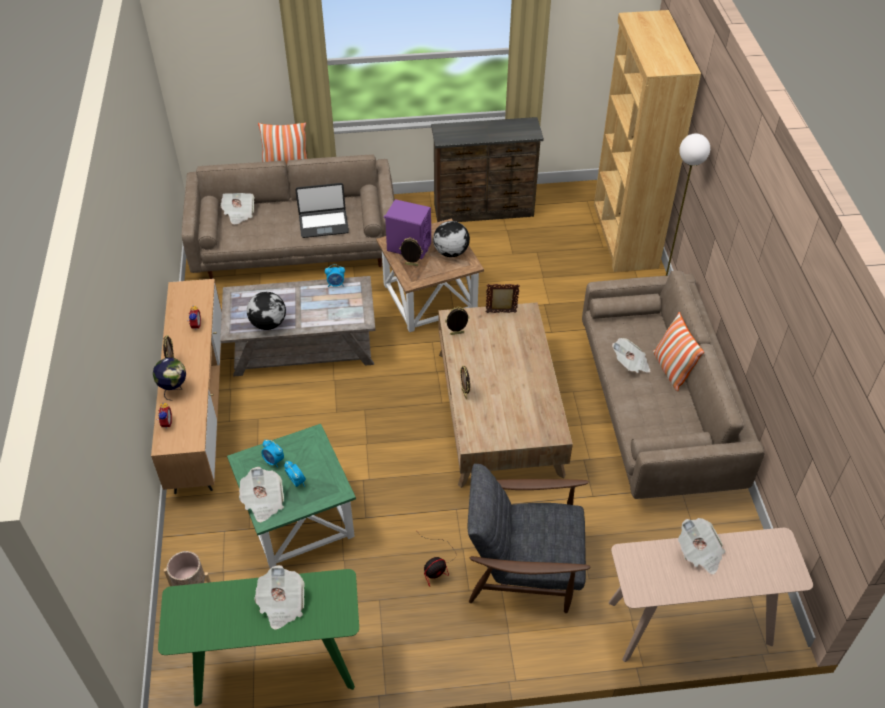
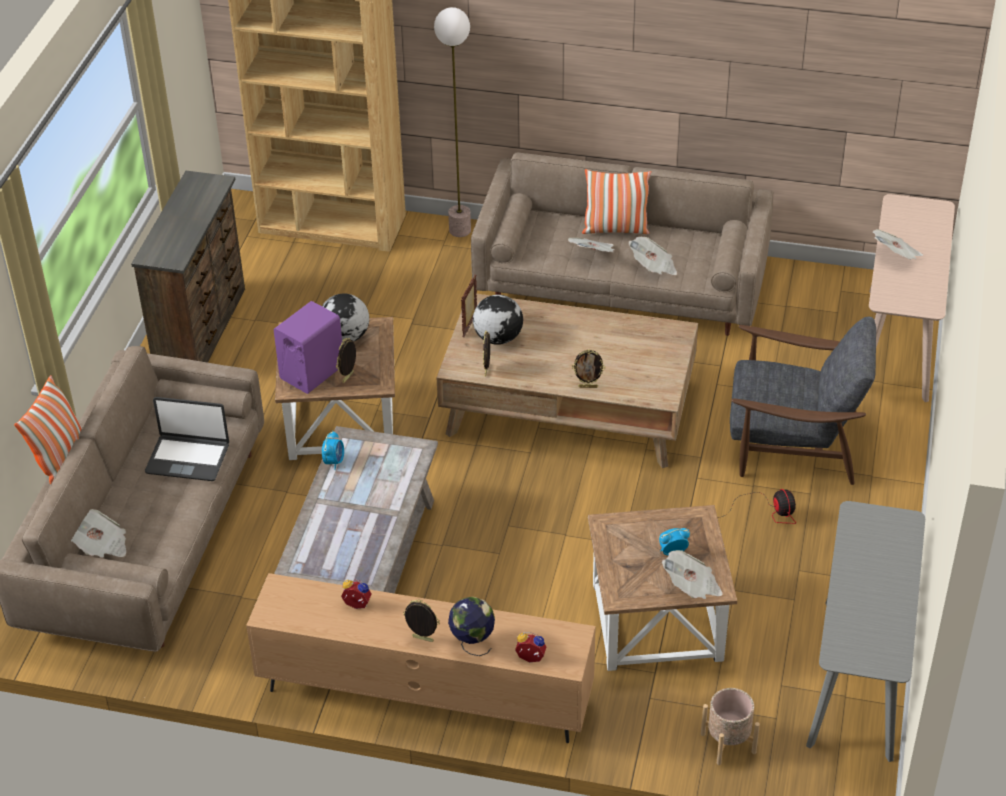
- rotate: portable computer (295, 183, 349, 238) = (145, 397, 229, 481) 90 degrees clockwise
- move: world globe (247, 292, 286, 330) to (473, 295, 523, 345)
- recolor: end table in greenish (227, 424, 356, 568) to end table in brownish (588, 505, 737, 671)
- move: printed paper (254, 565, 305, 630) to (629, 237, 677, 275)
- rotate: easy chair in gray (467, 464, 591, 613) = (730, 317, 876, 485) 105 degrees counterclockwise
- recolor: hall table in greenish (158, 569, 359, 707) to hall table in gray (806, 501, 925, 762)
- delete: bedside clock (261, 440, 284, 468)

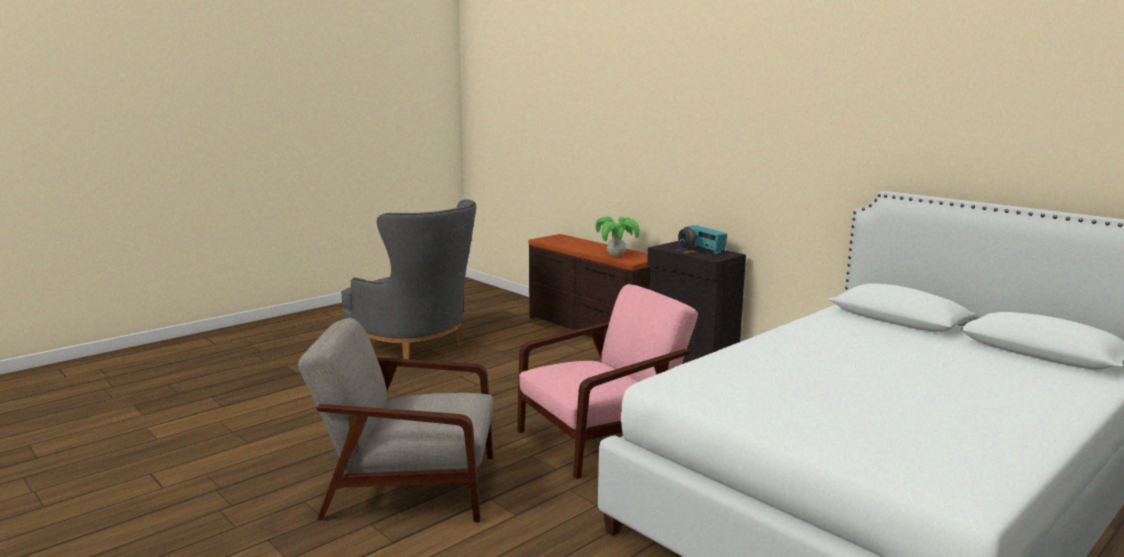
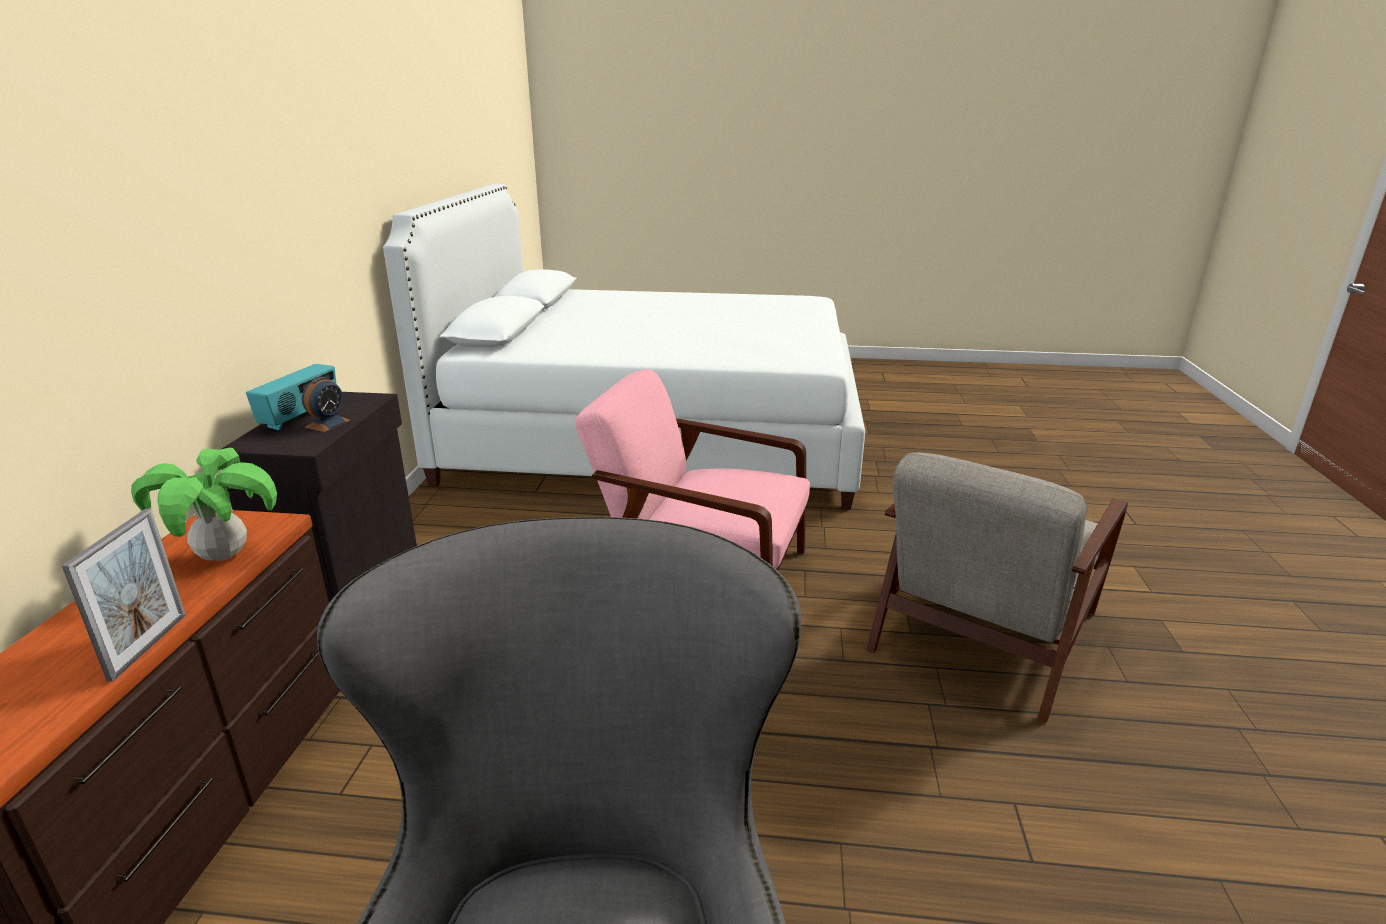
- insert: picture frame (61, 508, 186, 682)
- rotate: easy chair in gray (298, 318, 494, 522) = (866, 452, 1128, 723) 75 degrees clockwise

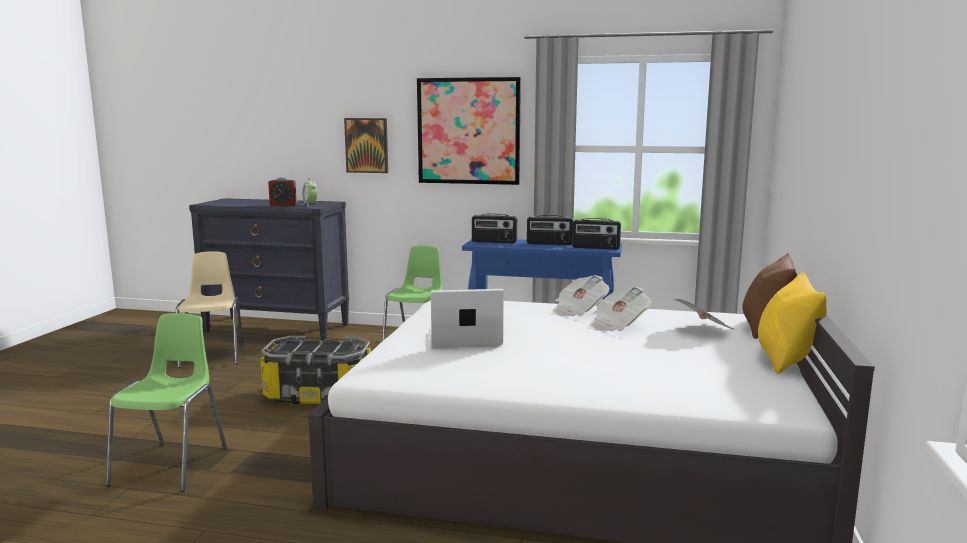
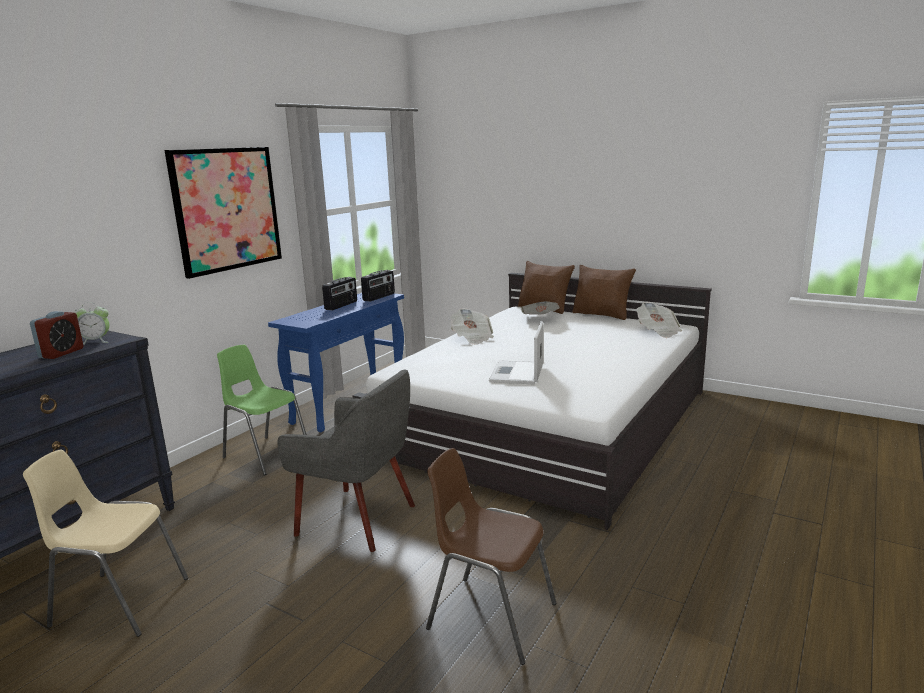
- replace: storage bin (260, 336, 371, 404) to easy chair in gray (278, 369, 415, 552)
- recolor: upright chair in greenish (106, 313, 227, 492) to upright chair in brownish (426, 448, 557, 665)
- recolor: cushion in yellow-coloured (758, 271, 827, 374) to cushion in brownish (573, 265, 636, 320)
- move: printed paper (589, 287, 651, 331) to (636, 302, 682, 338)
- delete: wall picture (344, 118, 388, 173)
- delete: radio (472, 213, 517, 243)

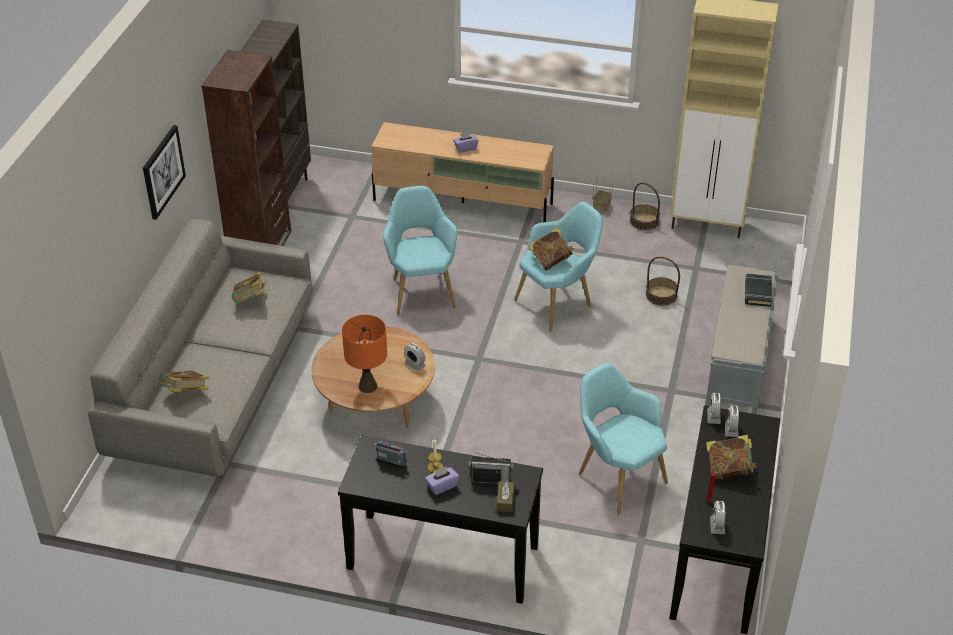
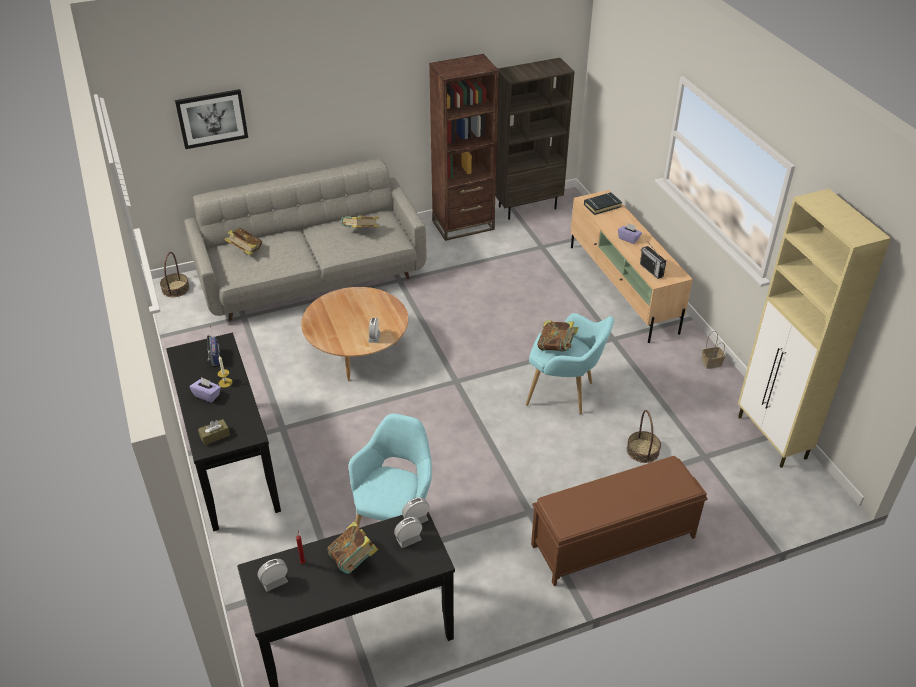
- move: household basket (630, 182, 660, 230) to (160, 252, 190, 297)
- move: wall picture (143, 125, 186, 220) to (175, 89, 248, 149)
- recolor: indoor bench in gray (705, 265, 779, 414) to indoor bench in brownish (531, 456, 708, 586)
- move: bound book in black (745, 273, 772, 307) to (584, 192, 622, 215)
- move: radio (468, 452, 514, 484) to (640, 241, 666, 279)
- delete: table lamp in orange-coloured (342, 315, 387, 393)
- delete: easy chair in blue-green (383, 186, 457, 315)

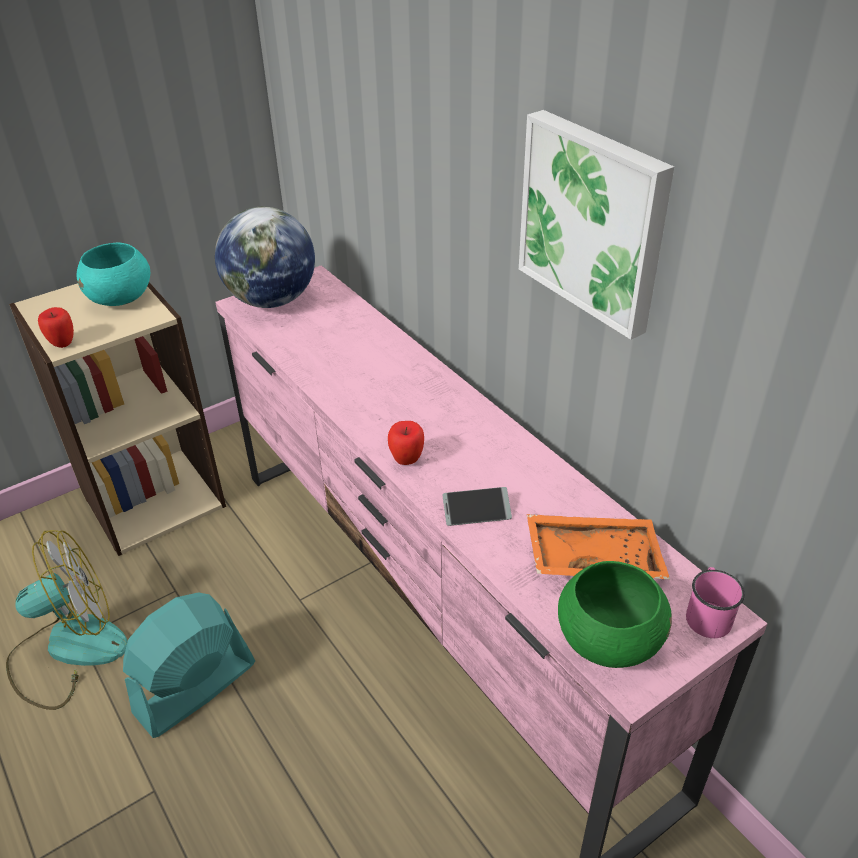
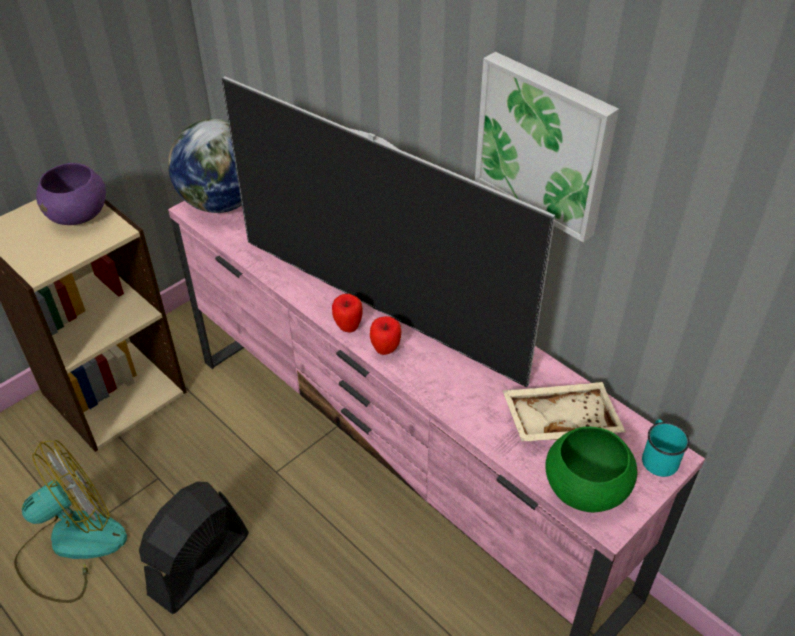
- recolor: deep dish in blue-green (76, 242, 150, 306) to deep dish in purplish (36, 163, 106, 225)
- recolor: cooling fan in blue-green (123, 592, 255, 738) to cooling fan in black (139, 482, 249, 614)
- insert: TV set (221, 76, 555, 387)
- move: whole apple (38, 307, 74, 348) to (332, 294, 363, 333)
- recolor: serving tray in orange-coloured (527, 514, 670, 579) to serving tray in beige (502, 382, 626, 442)
- recolor: mug in pink (686, 567, 745, 638) to mug in blue-green (642, 419, 689, 477)
- delete: phone (442, 487, 512, 526)

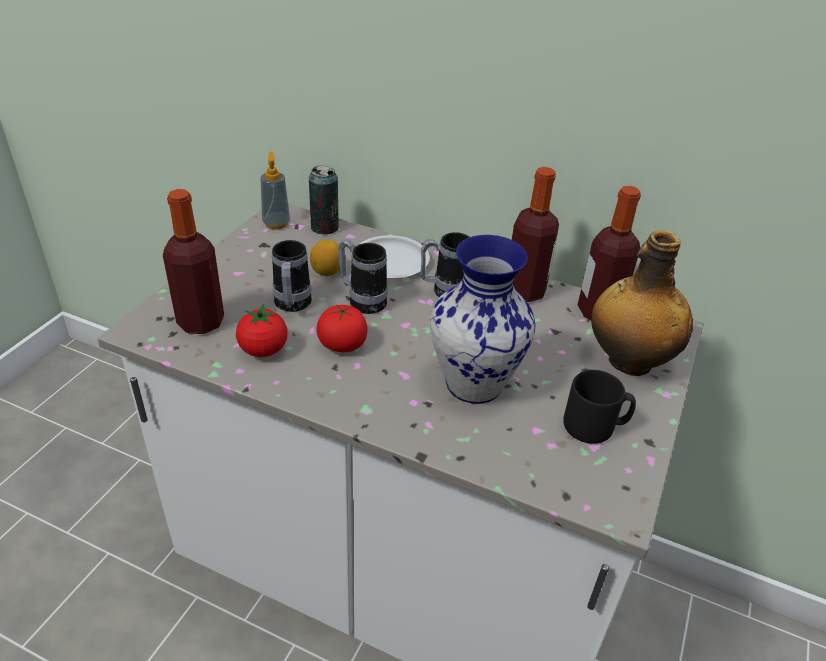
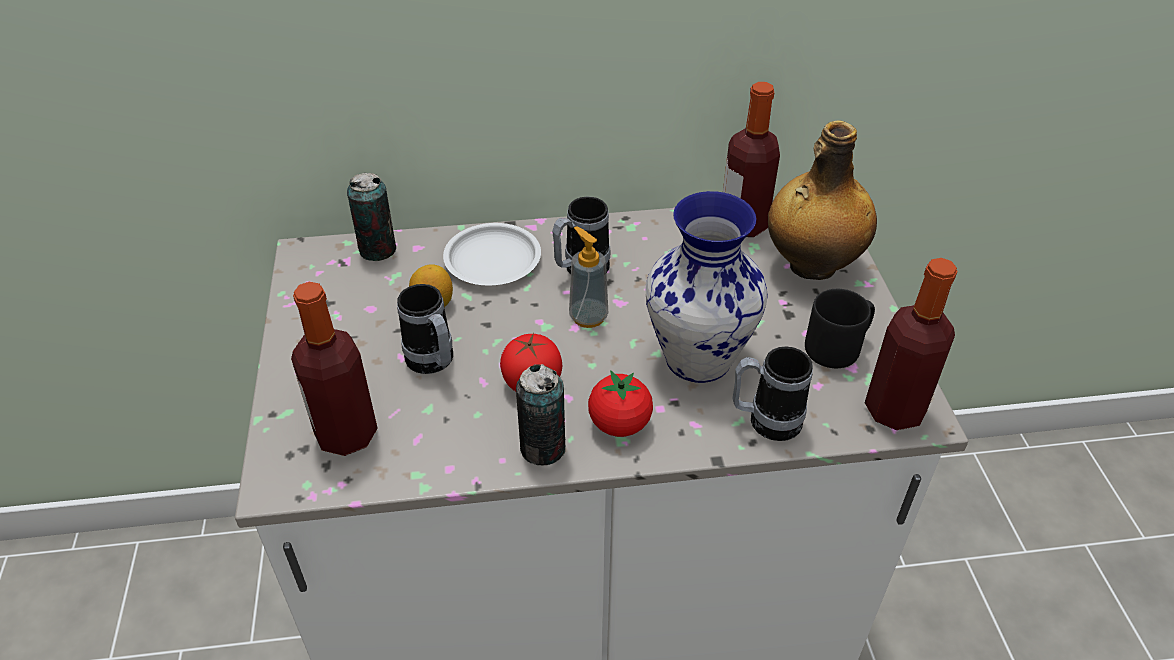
- insert: metal can (516, 364, 565, 466)
- move: liquid soap bottle (260, 152, 290, 230) to (569, 226, 608, 328)
- move: tomato (236, 304, 288, 357) to (588, 370, 653, 437)
- move: mug (338, 240, 388, 314) to (733, 346, 813, 441)
- move: beverage bottle (512, 167, 559, 302) to (865, 258, 958, 430)

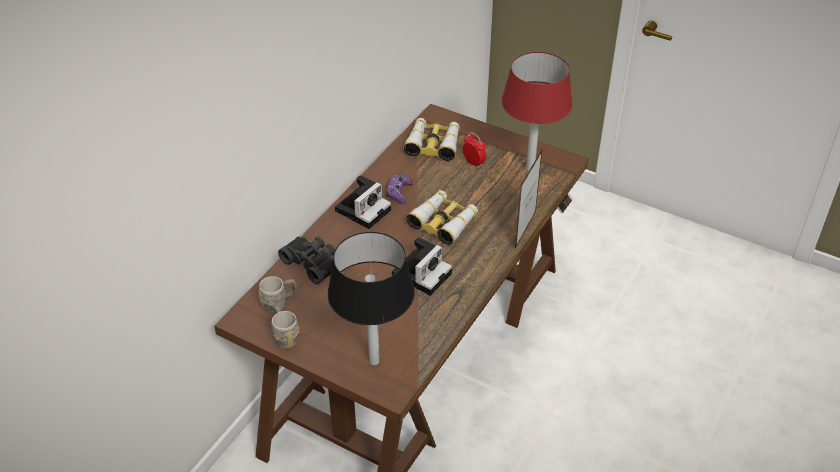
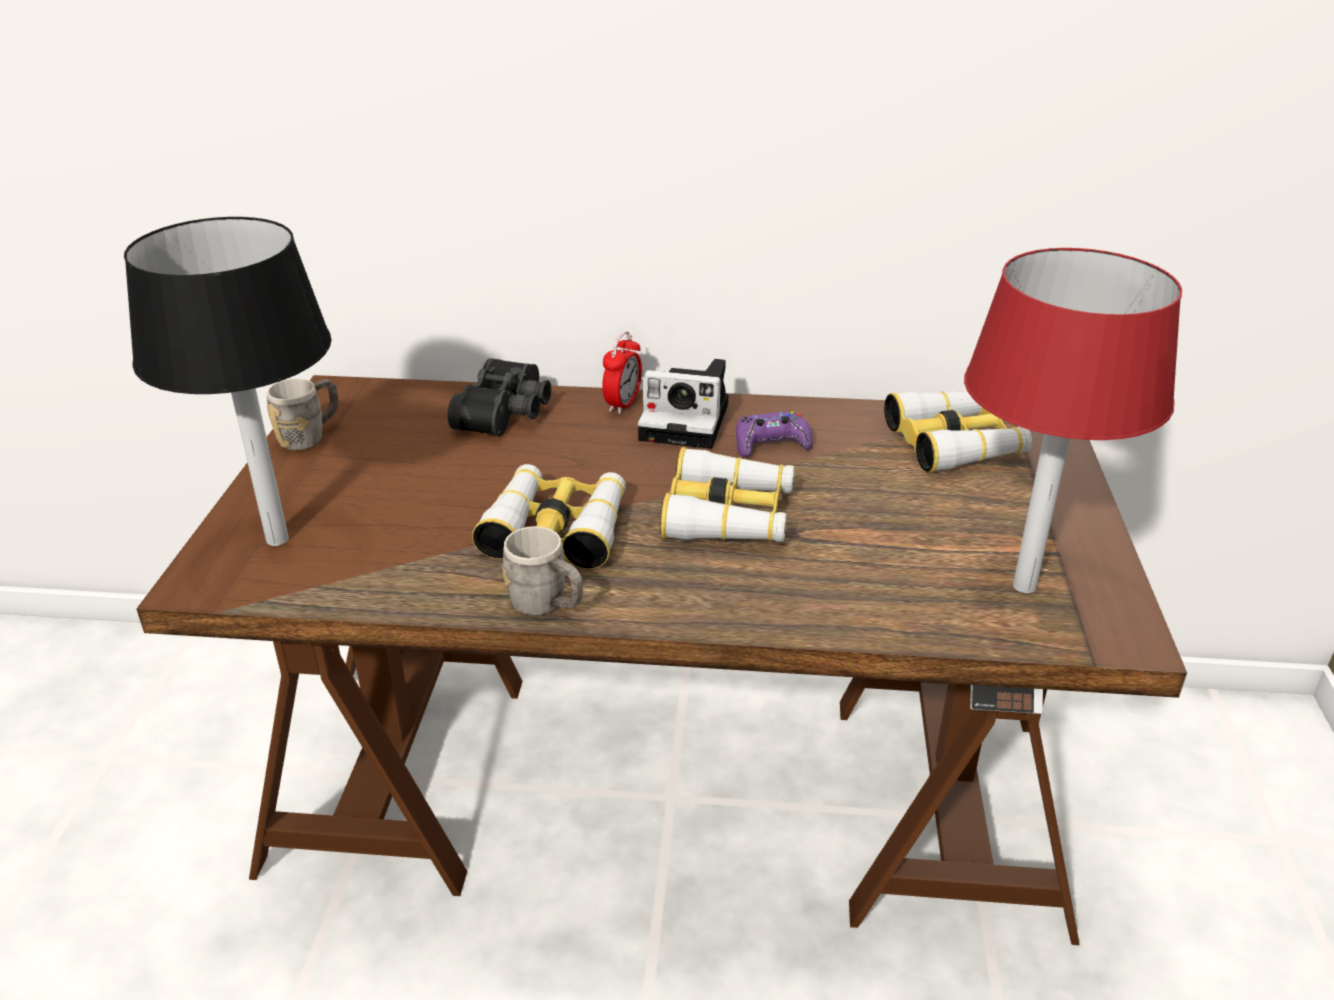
- replace: photo camera (392, 237, 452, 296) to binoculars (472, 464, 626, 569)
- move: mug in gray (258, 276, 297, 313) to (502, 526, 583, 616)
- move: bedside clock (463, 132, 486, 169) to (602, 331, 642, 414)
- delete: picture frame (515, 149, 542, 248)

